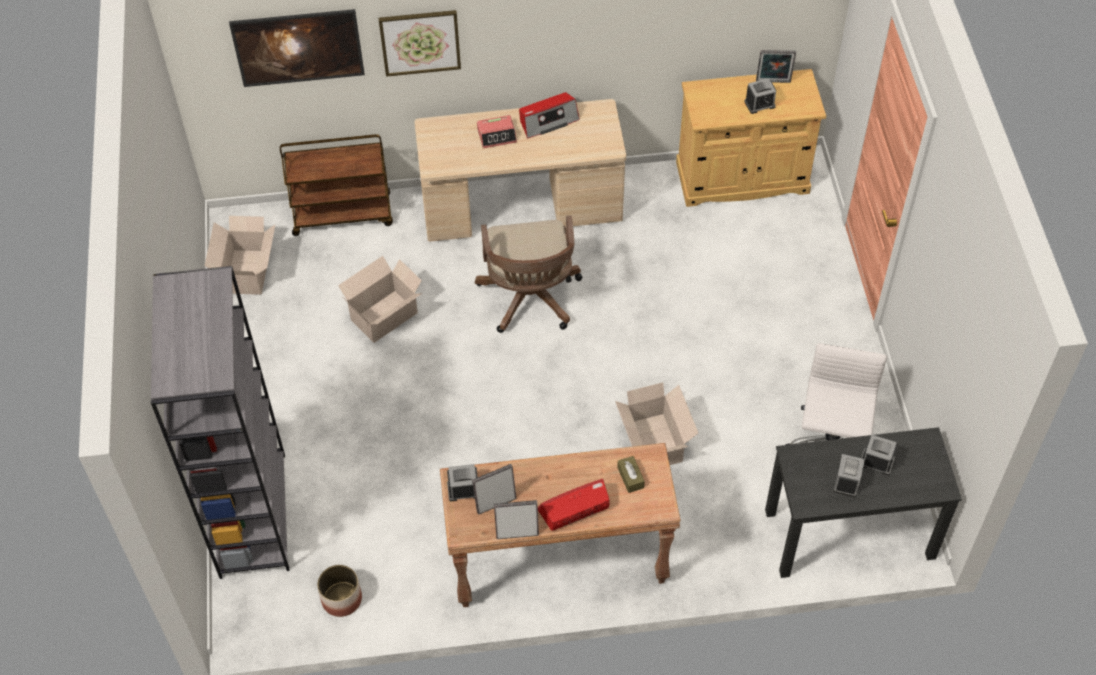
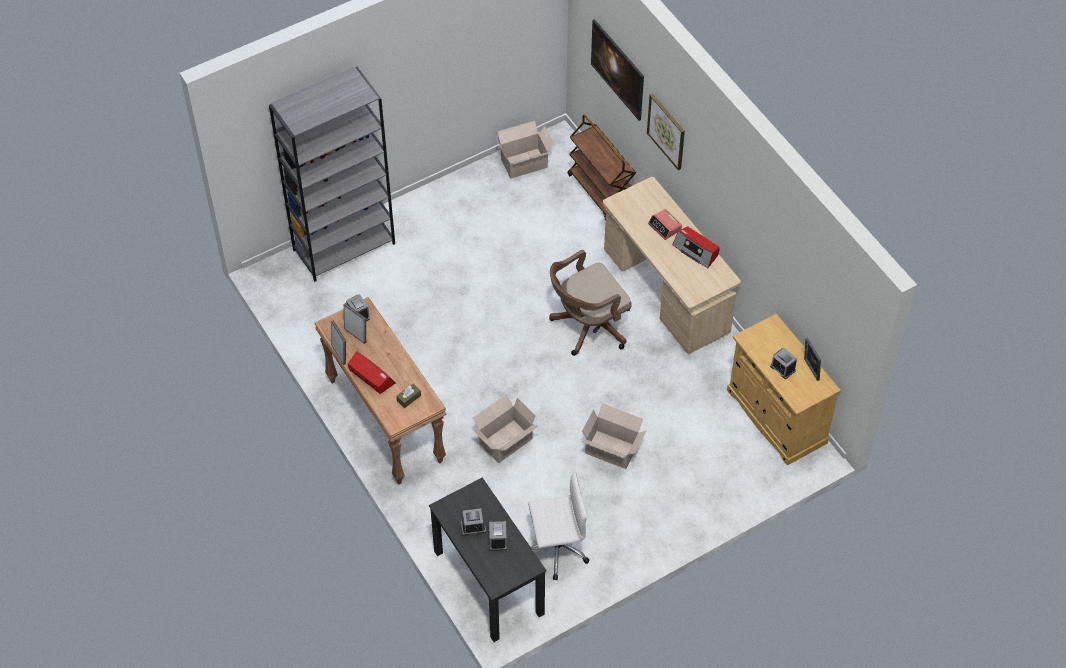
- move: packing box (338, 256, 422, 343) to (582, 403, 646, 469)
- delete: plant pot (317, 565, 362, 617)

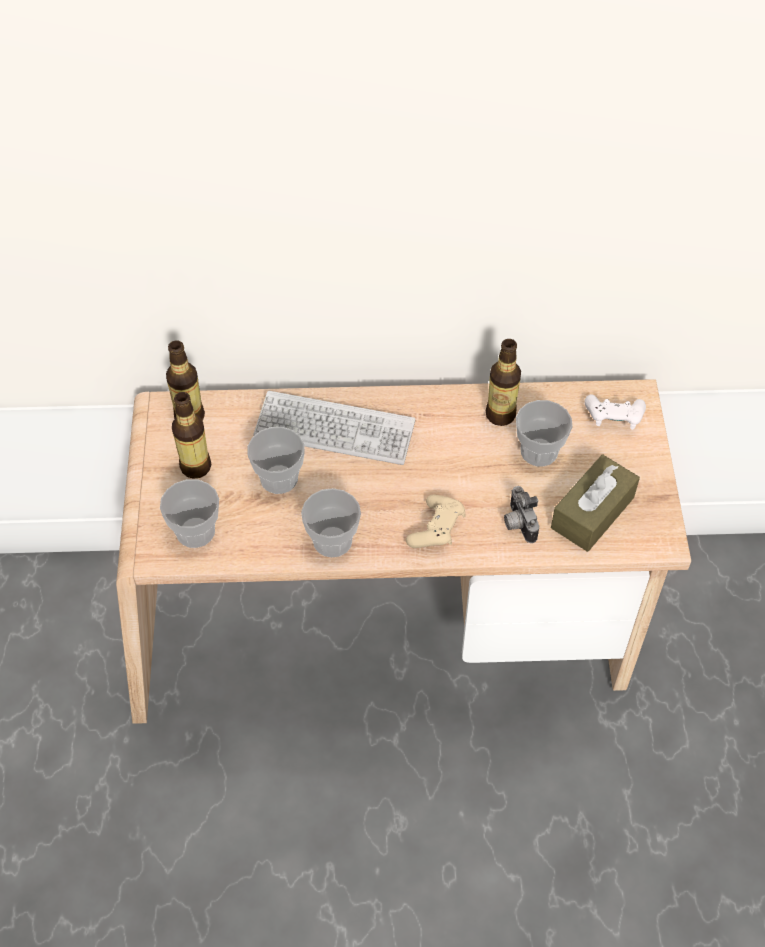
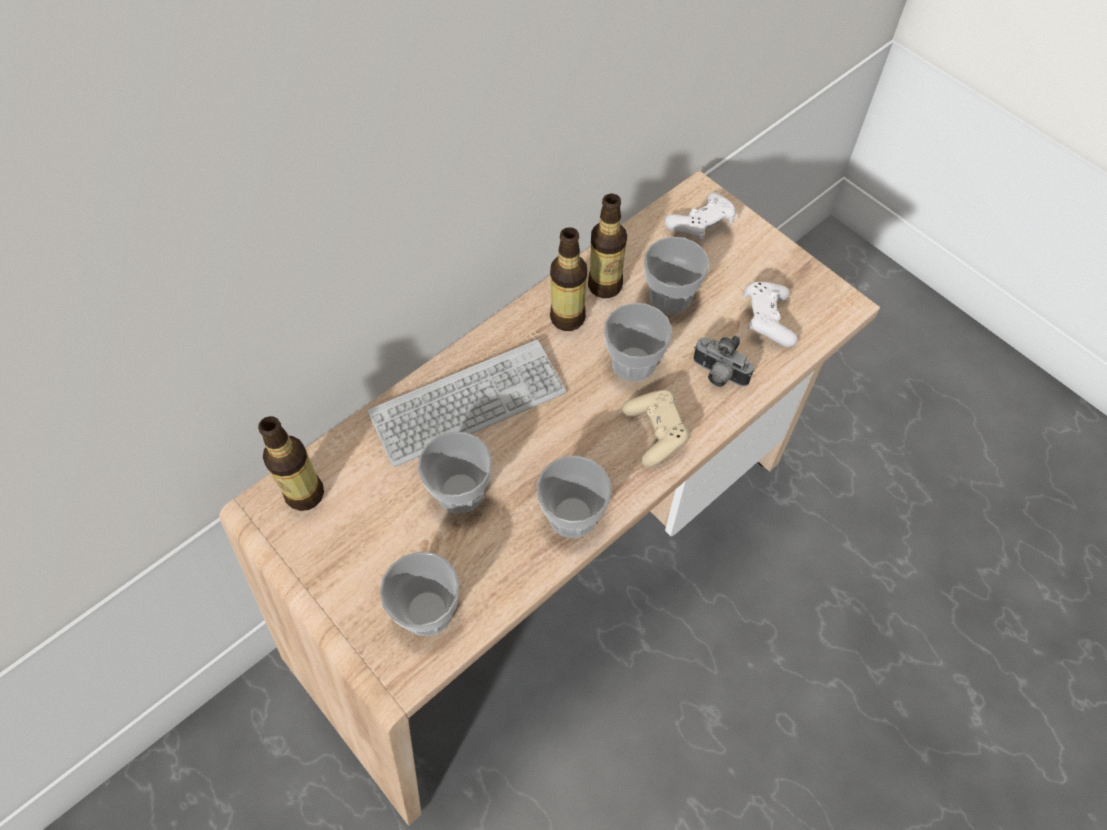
- move: beverage bottle (172, 392, 211, 479) to (550, 227, 587, 331)
- insert: drinking cup (604, 303, 672, 382)
- replace: tissue box in brownish (551, 455, 640, 552) to joypad in white (743, 282, 798, 347)

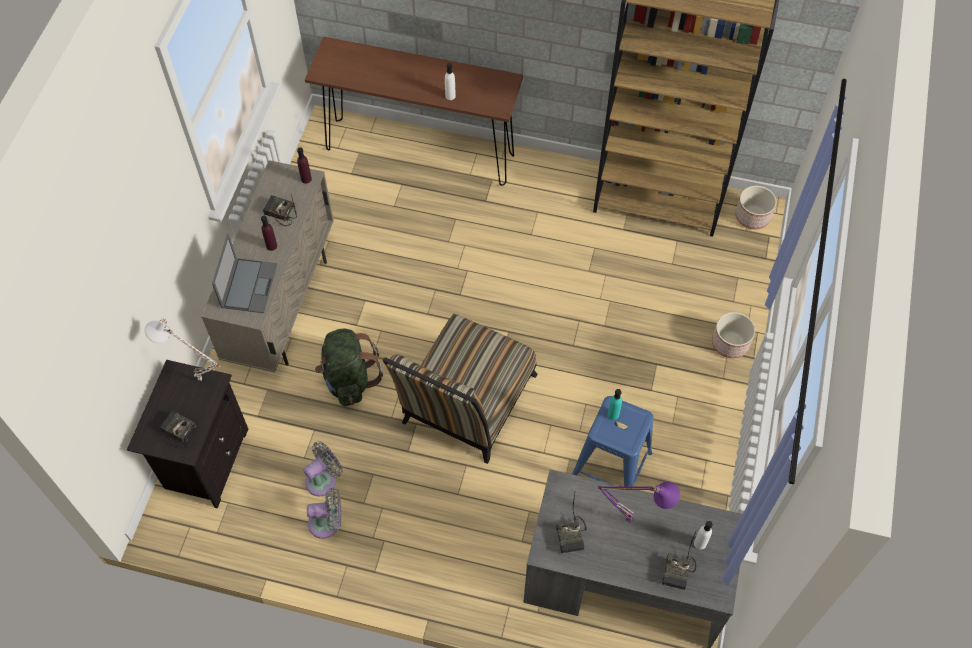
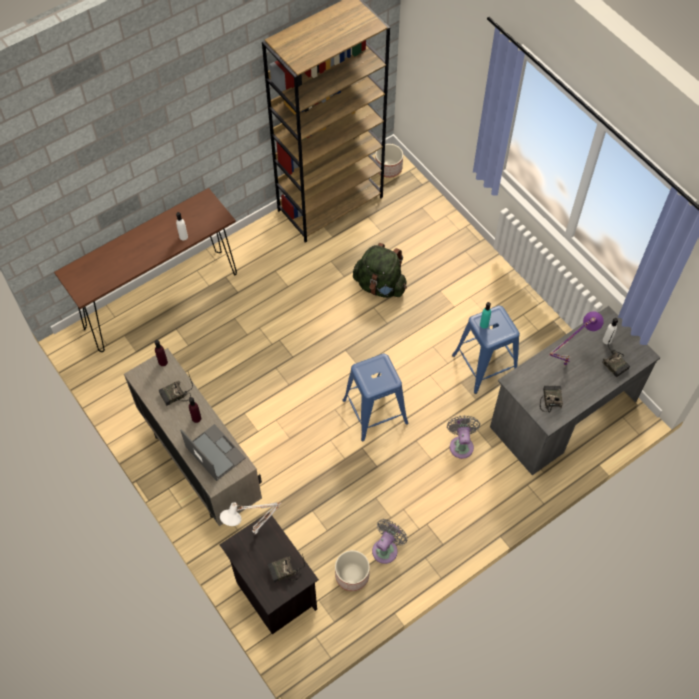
- move: plant pot (712, 312, 755, 358) to (335, 550, 370, 591)
- replace: upright chair (383, 313, 537, 464) to stool seat in blue (342, 354, 409, 442)
- move: backpack in greenish (315, 329, 383, 406) to (353, 243, 407, 298)
- move: cooling fan in gray (303, 441, 343, 496) to (447, 415, 480, 459)
- rotate: radio (556, 494, 587, 553) = (540, 386, 563, 413) 120 degrees counterclockwise

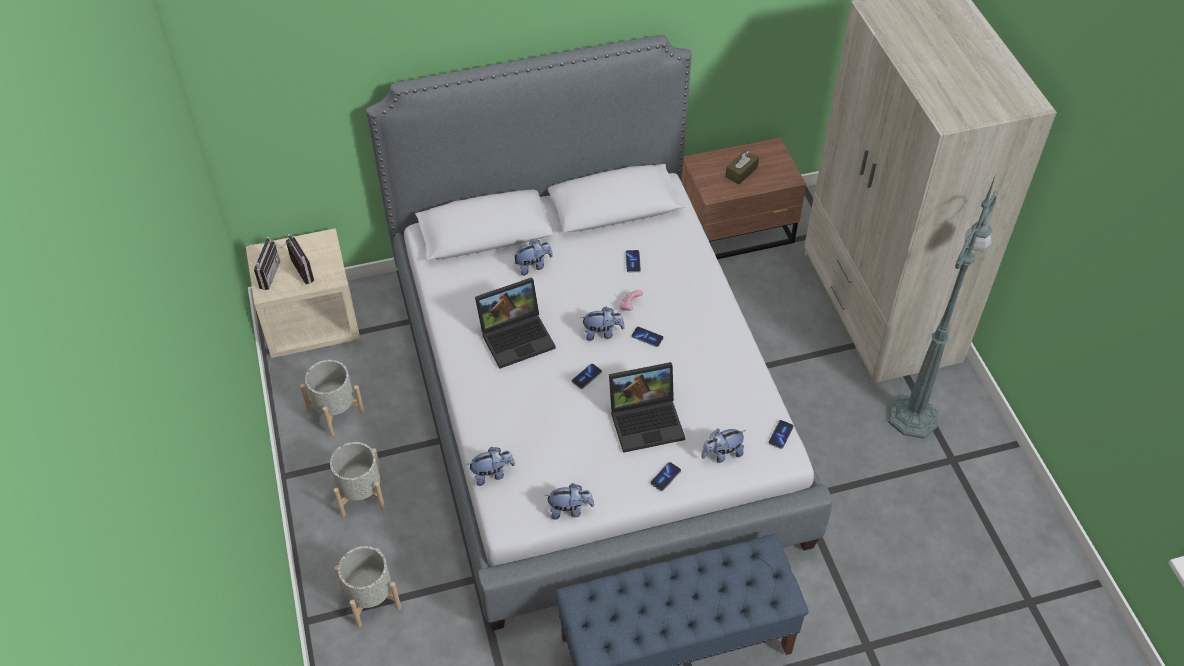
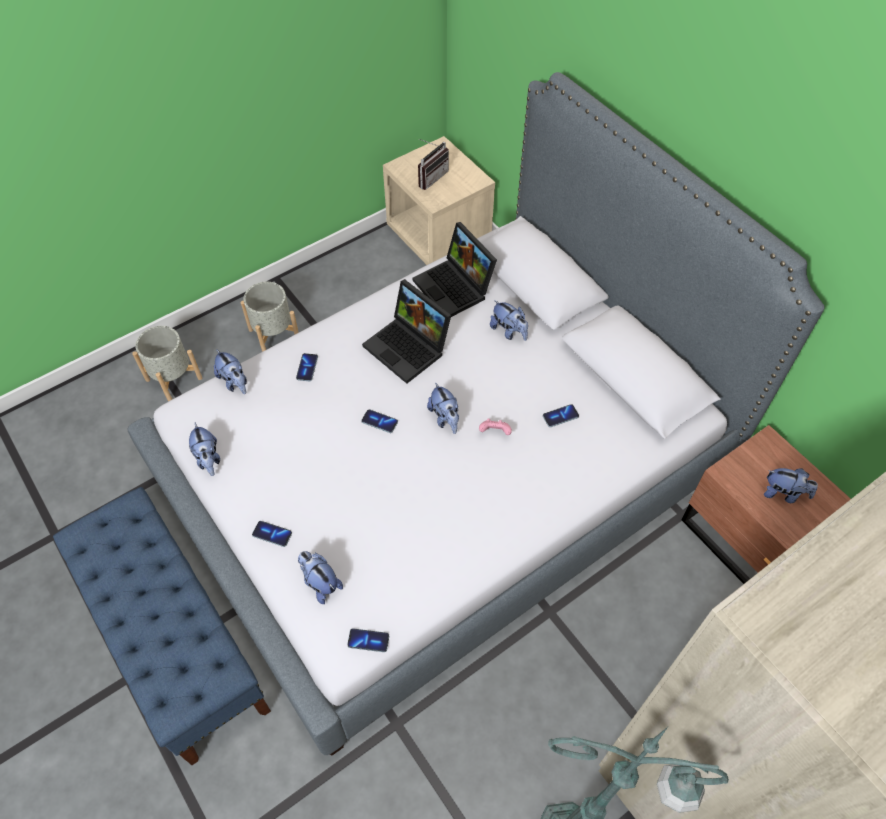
- move: phone (632, 327, 664, 347) to (296, 353, 318, 381)
- move: portable computer (609, 362, 685, 453) to (412, 222, 497, 317)
- replace: tissue box in brownish (725, 150, 759, 185) to soft toy (764, 468, 818, 503)
- delete: radio (247, 237, 280, 290)
- delete: plant pot in gray (300, 360, 365, 436)

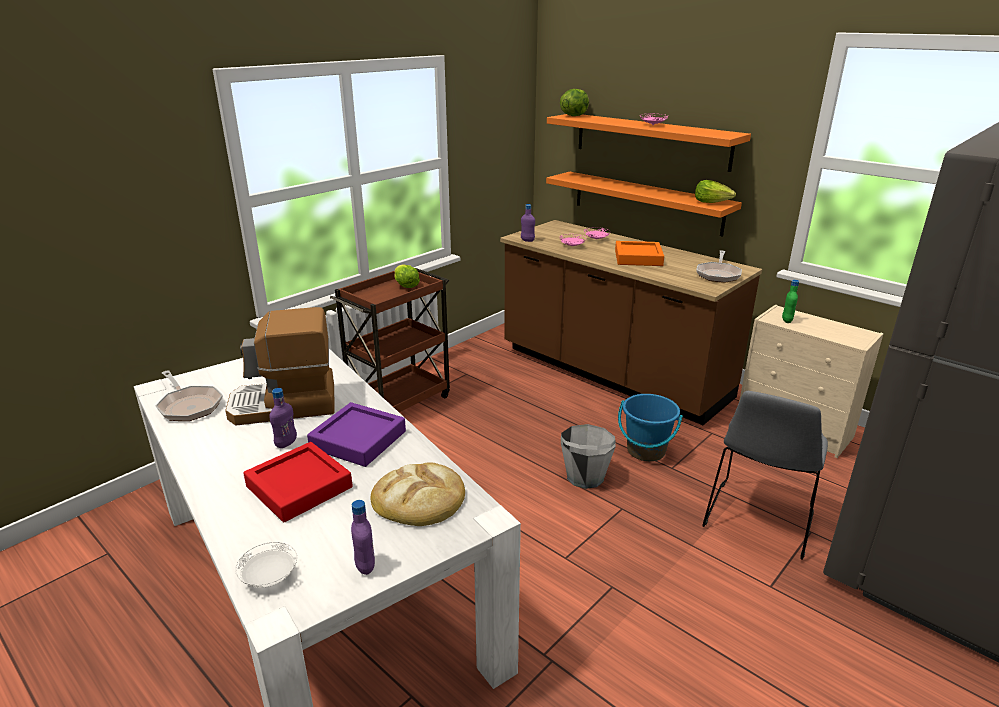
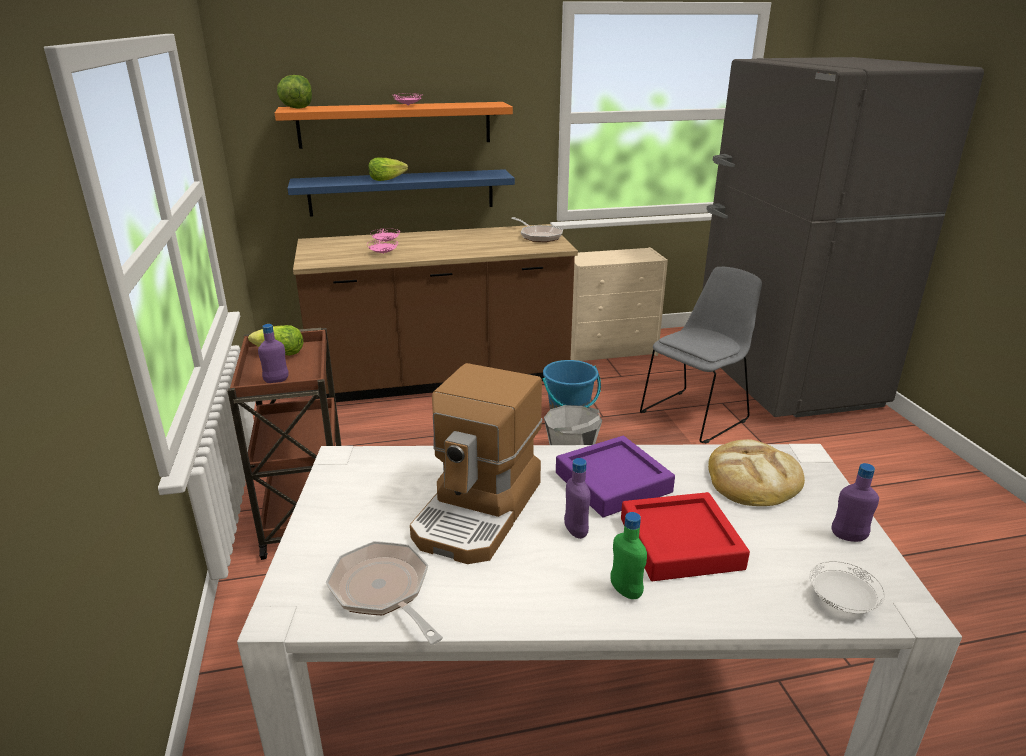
- move: beverage bottle in purplish (521, 204, 535, 242) to (258, 324, 289, 383)
- recolor: wall shelf in orange-coloured (546, 172, 742, 237) to wall shelf in blue (287, 169, 515, 217)
- rotate: frying pan (155, 370, 223, 421) = (326, 541, 443, 645) 120 degrees counterclockwise
- move: lettuce (695, 180, 736, 203) to (368, 157, 408, 181)
- move: beverage bottle in greenish (782, 280, 799, 323) to (610, 512, 647, 599)
- rotate: upright chair in gray (702, 391, 828, 560) = (640, 267, 762, 444) 105 degrees counterclockwise
- delete: serving tray in orange-coloured (615, 241, 664, 266)

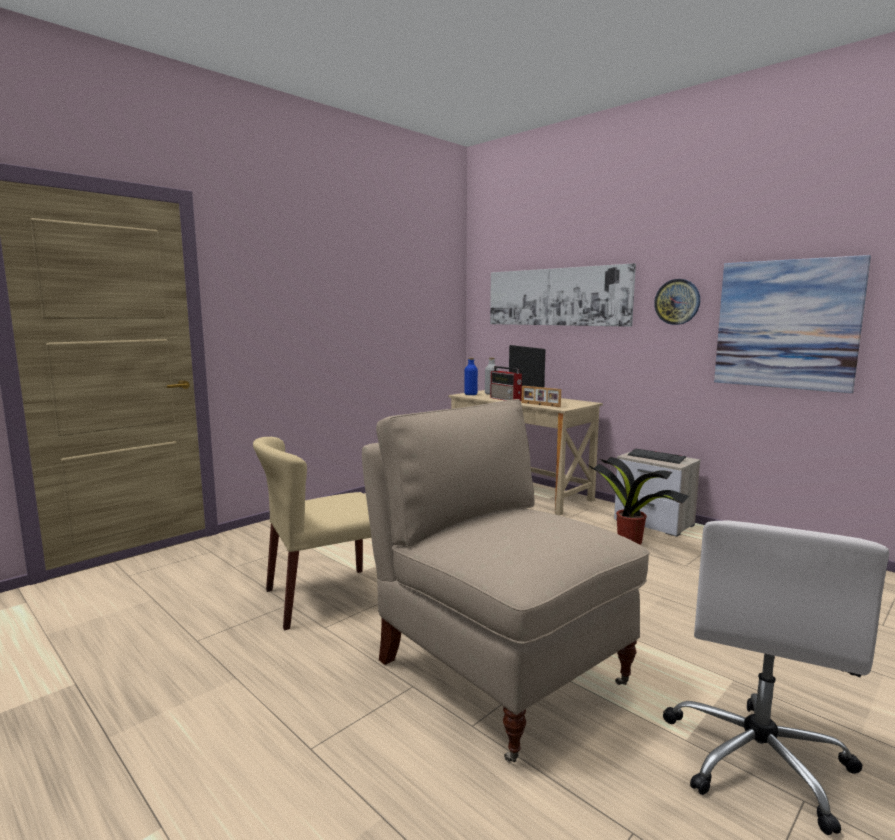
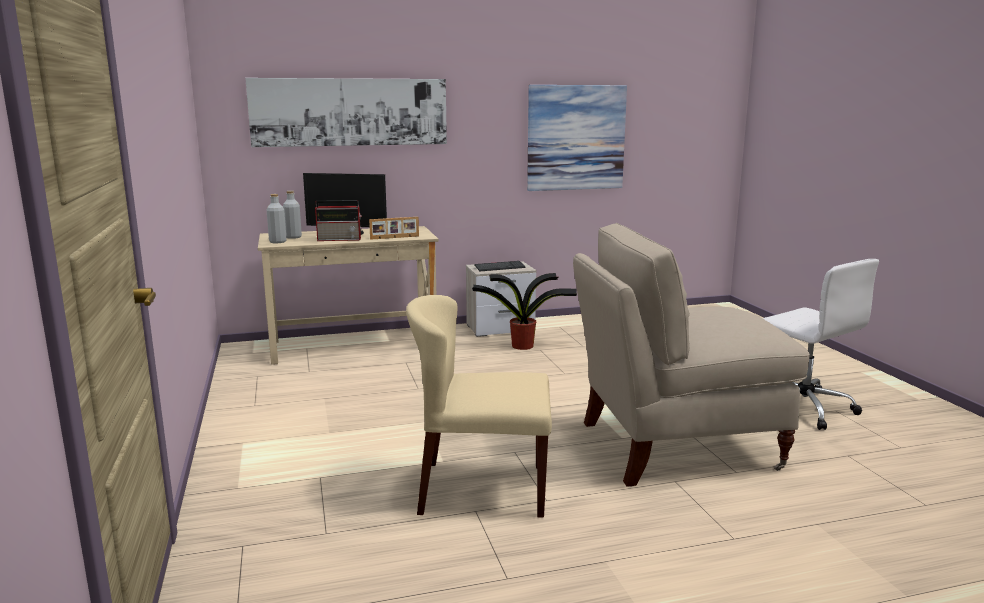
- recolor: beverage bottle in blue (464, 358, 478, 395) to beverage bottle in gray (267, 194, 287, 243)
- rotate: upright chair in beige (253, 437, 371, 630) = (406, 295, 552, 518) 90 degrees clockwise
- delete: clock on the wall (654, 279, 700, 325)

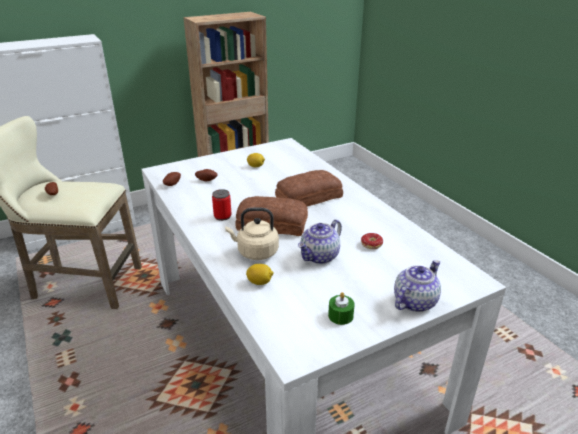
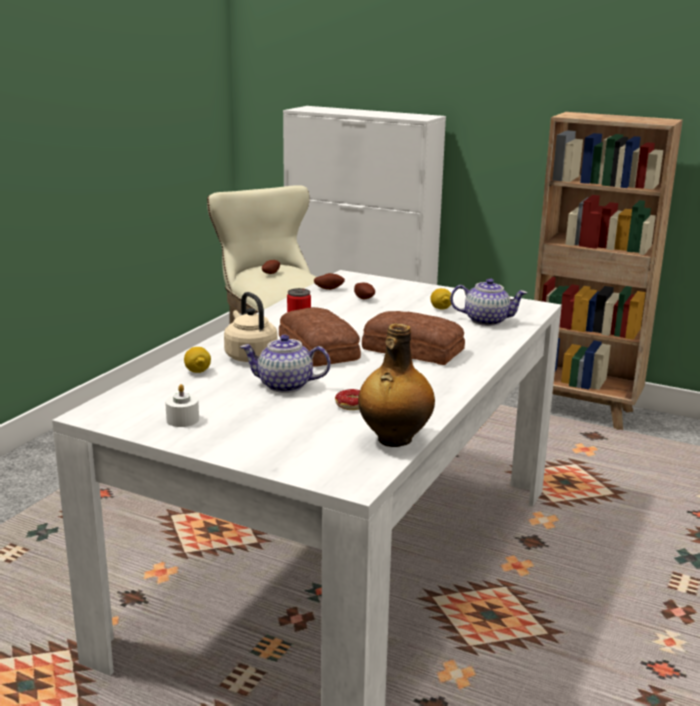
- recolor: wax light in greenish (328, 292, 355, 325) to wax light in white (165, 384, 199, 427)
- insert: beverage bottle (358, 323, 435, 447)
- move: pot for tea (394, 260, 441, 312) to (450, 278, 527, 326)

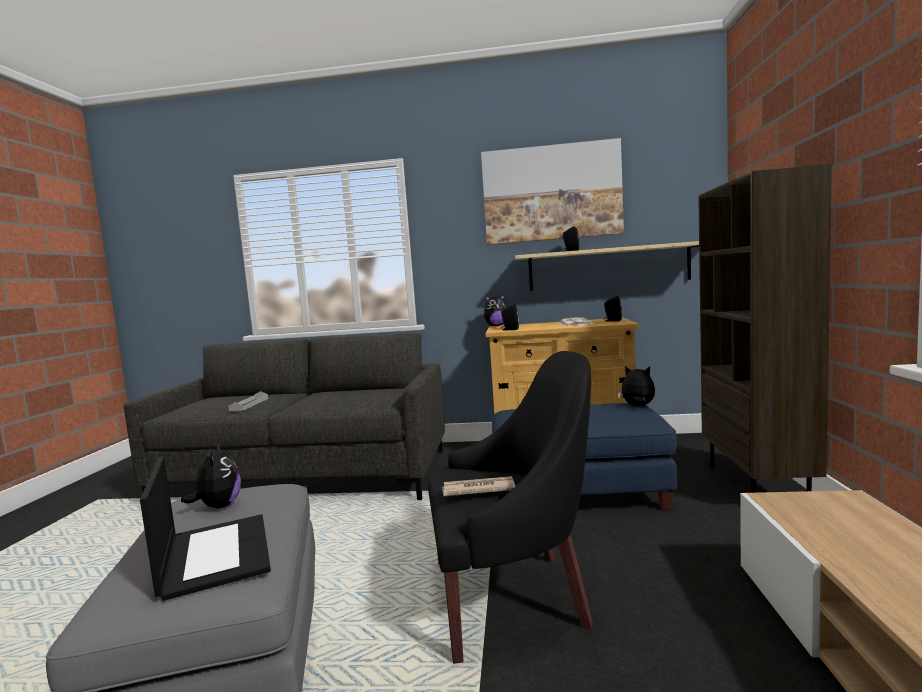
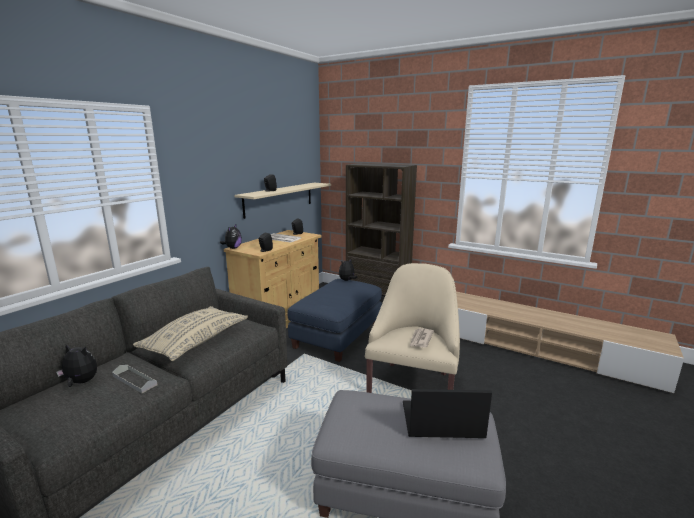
- move: soft toy (181, 442, 241, 508) to (56, 345, 97, 387)
- insert: cushion in beige (133, 306, 248, 361)
- recolor: easy chair in black (428, 351, 593, 664) to easy chair in beige (365, 263, 460, 393)
- delete: wall picture (481, 138, 624, 245)

